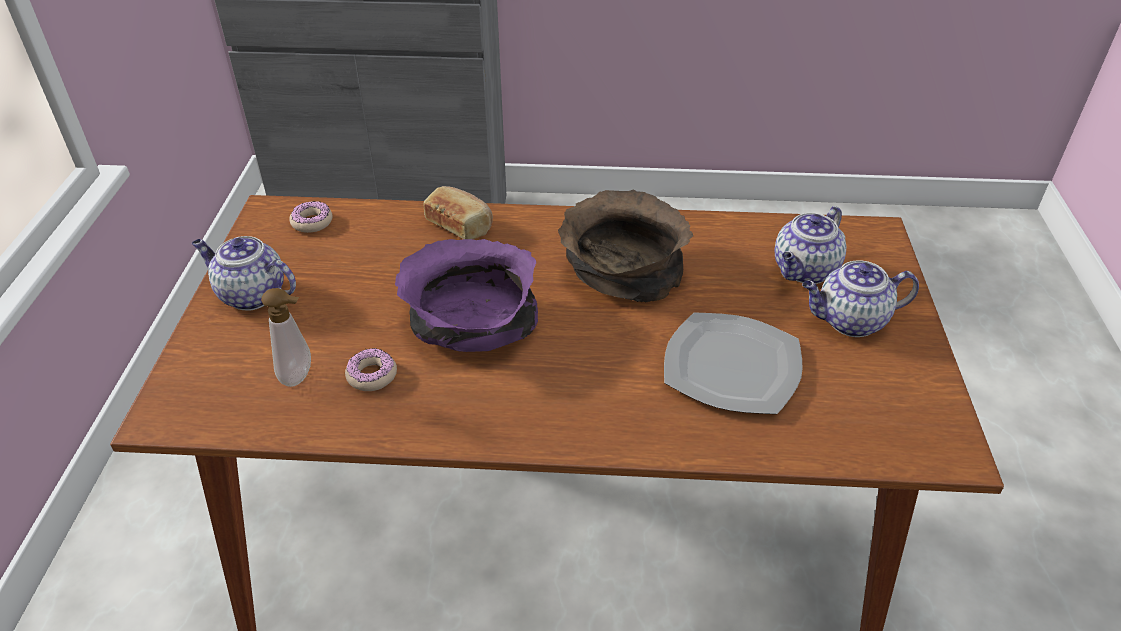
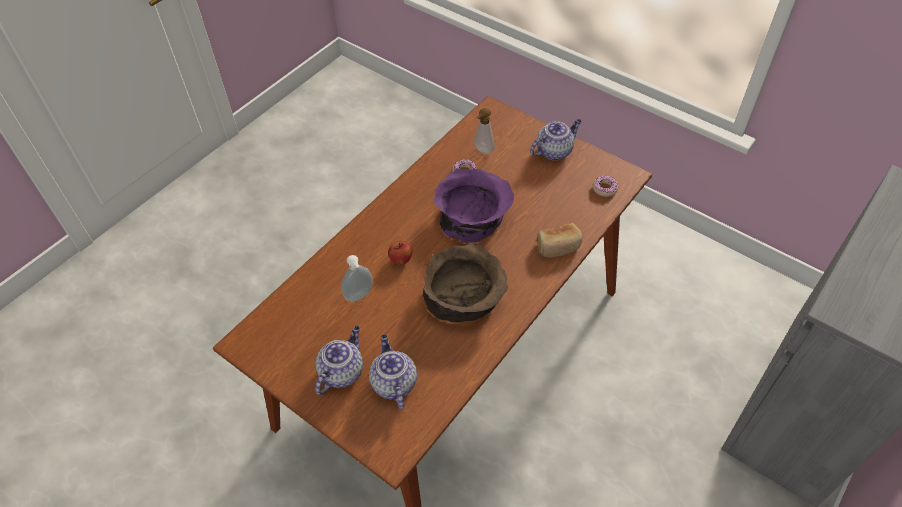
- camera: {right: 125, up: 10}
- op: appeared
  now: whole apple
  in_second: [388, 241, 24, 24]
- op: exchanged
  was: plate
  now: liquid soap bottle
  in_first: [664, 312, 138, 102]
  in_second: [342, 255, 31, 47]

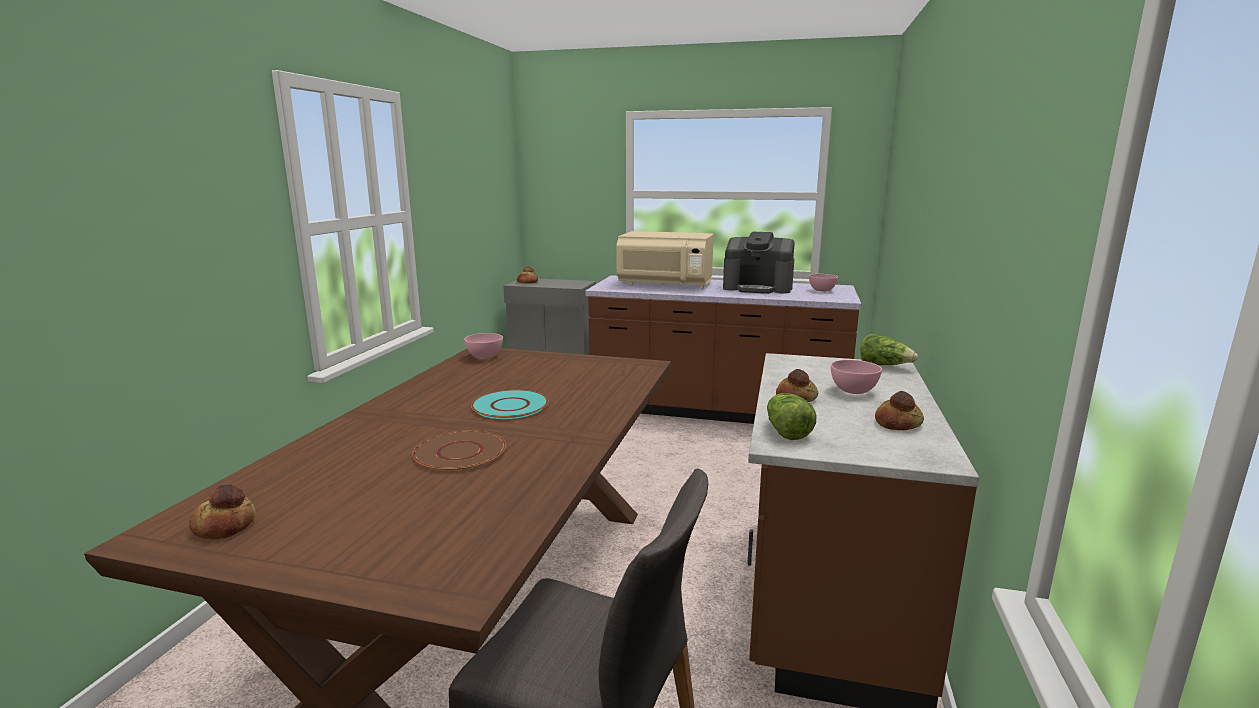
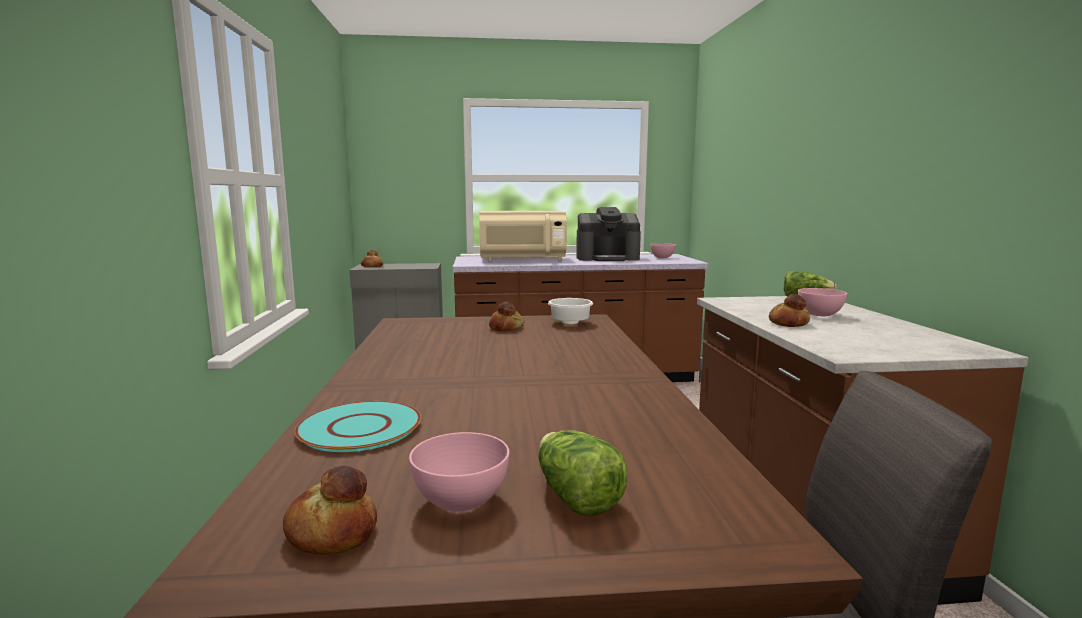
- camera: {right: -20, up: -5}
- op: missing
  was: brown-coloured plate
  in_first: [412, 431, 94, 40]
- op: appeared
  now: whitish deep dish
  in_second: [548, 298, 45, 26]
- op: relocated
  was: pinkish deep dish
  in_first: [464, 333, 39, 26]
  in_second: [409, 432, 100, 79]
- op: relocated
  was: turquoise plate
  in_first: [471, 390, 78, 29]
  in_second: [294, 401, 127, 51]
- op: relocated
  was: head of lettuce
  in_first: [767, 393, 49, 47]
  in_second: [538, 431, 89, 85]
- op: relocated
  was: bread
  in_first: [875, 391, 49, 39]
  in_second: [489, 301, 35, 30]

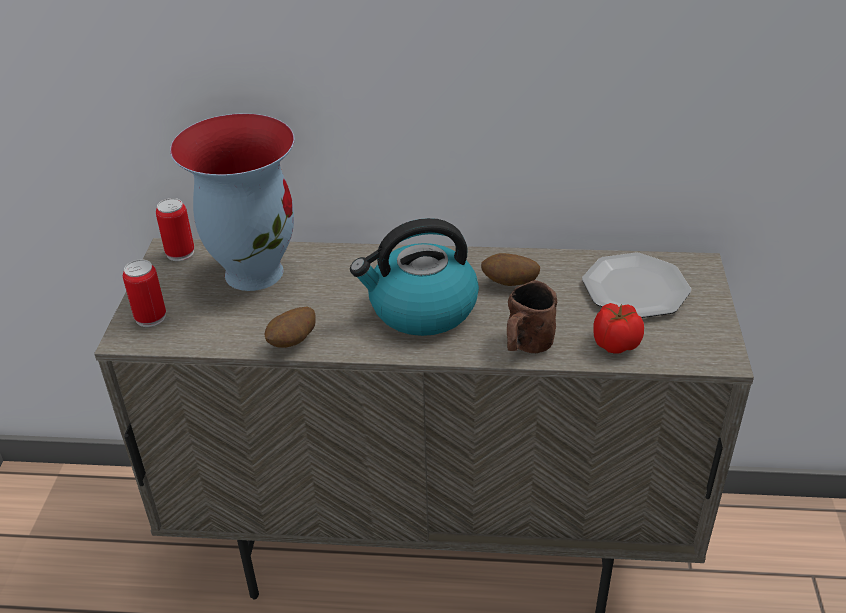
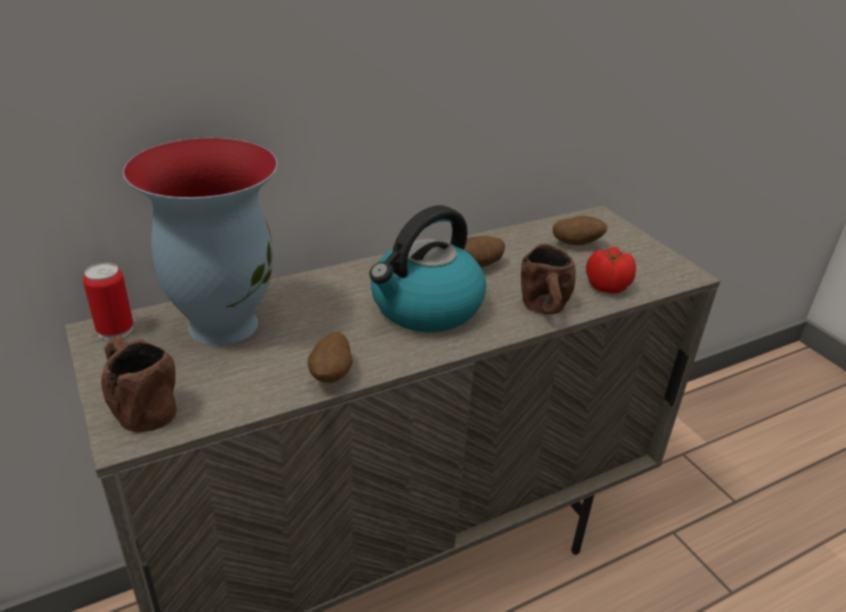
- camera: {right: -35, up: -5}
- op: exchanged
  was: can
  now: brown-coloured coffee mug
  in_first: [123, 260, 43, 67]
  in_second: [101, 335, 76, 97]
- op: exchanged
  was: plate
  now: potato
  in_first: [582, 253, 109, 65]
  in_second: [553, 216, 55, 29]

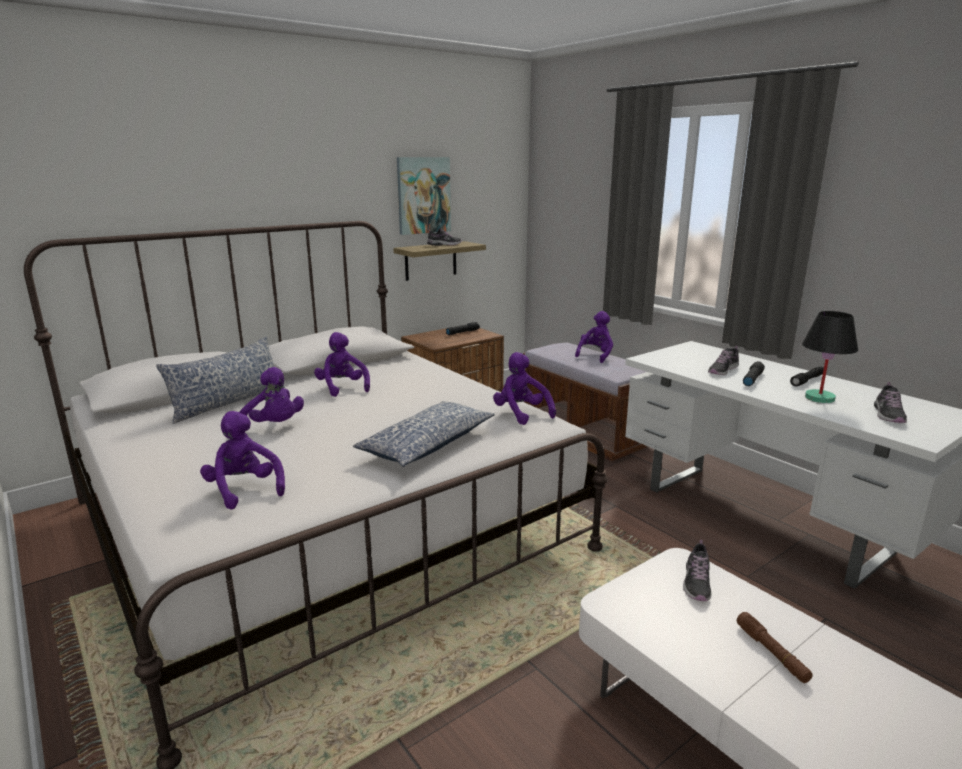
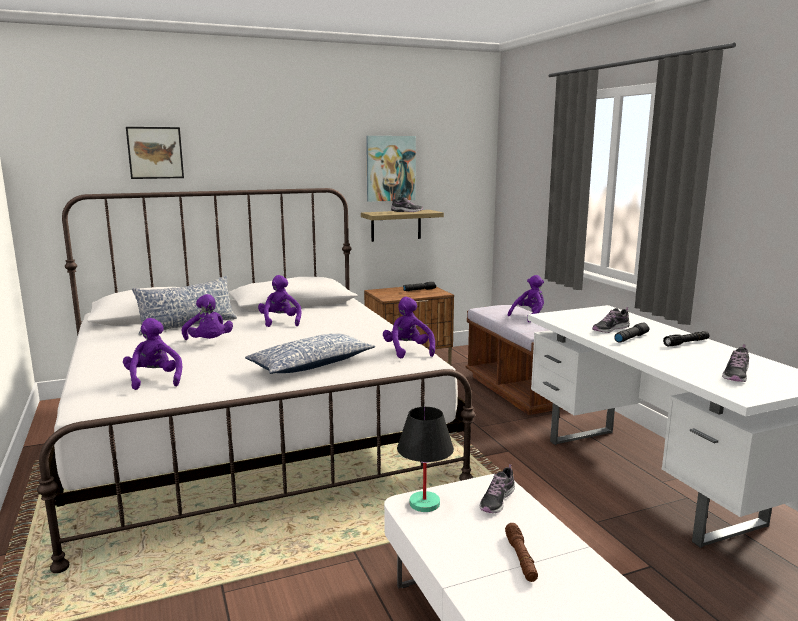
- camera: {right: 15, up: -5}
- op: appeared
  now: wall picture
  in_second: [126, 127, 58, 52]
- op: relocated
  was: blackish table lamp
  in_first: [802, 311, 56, 92]
  in_second: [397, 407, 57, 105]

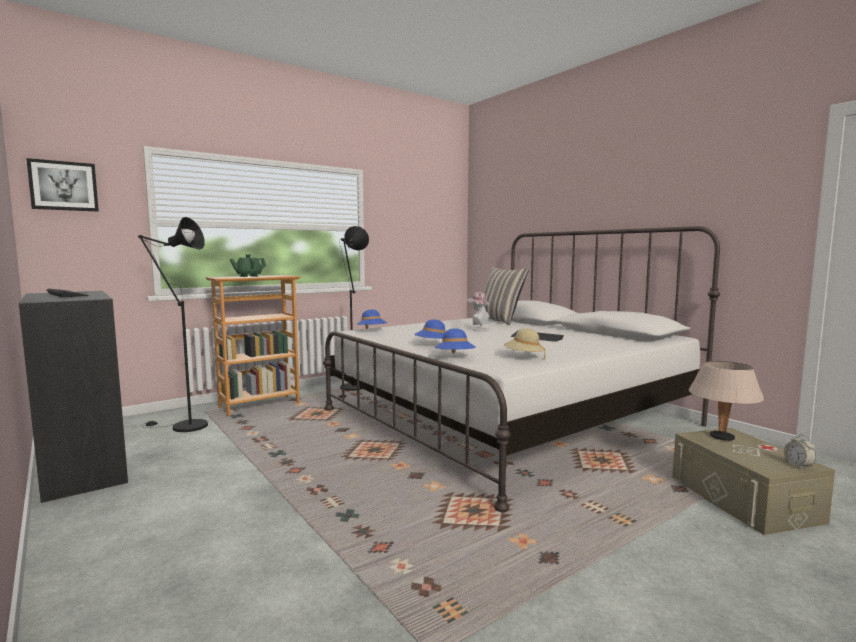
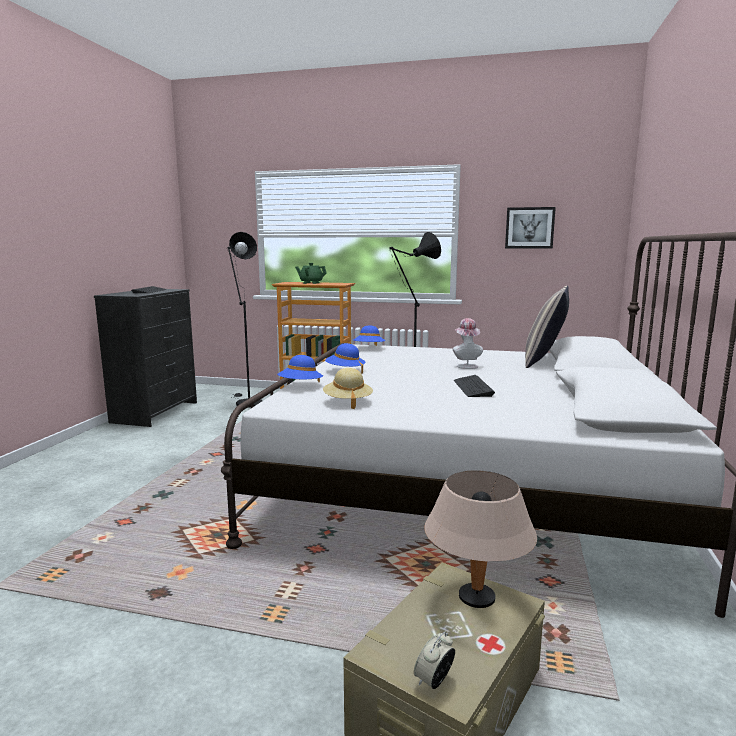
- camera: {right: 50, up: 5}
- op: relocated
  was: wall picture
  in_first: [26, 158, 73, 54]
  in_second: [505, 207, 51, 42]

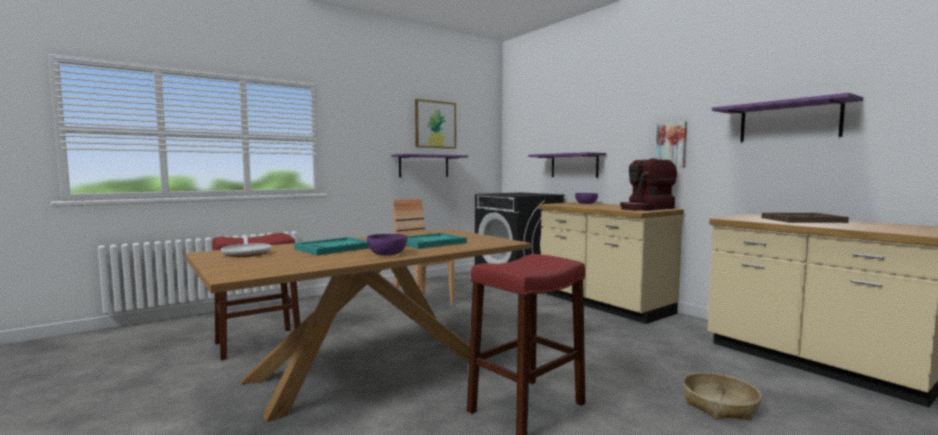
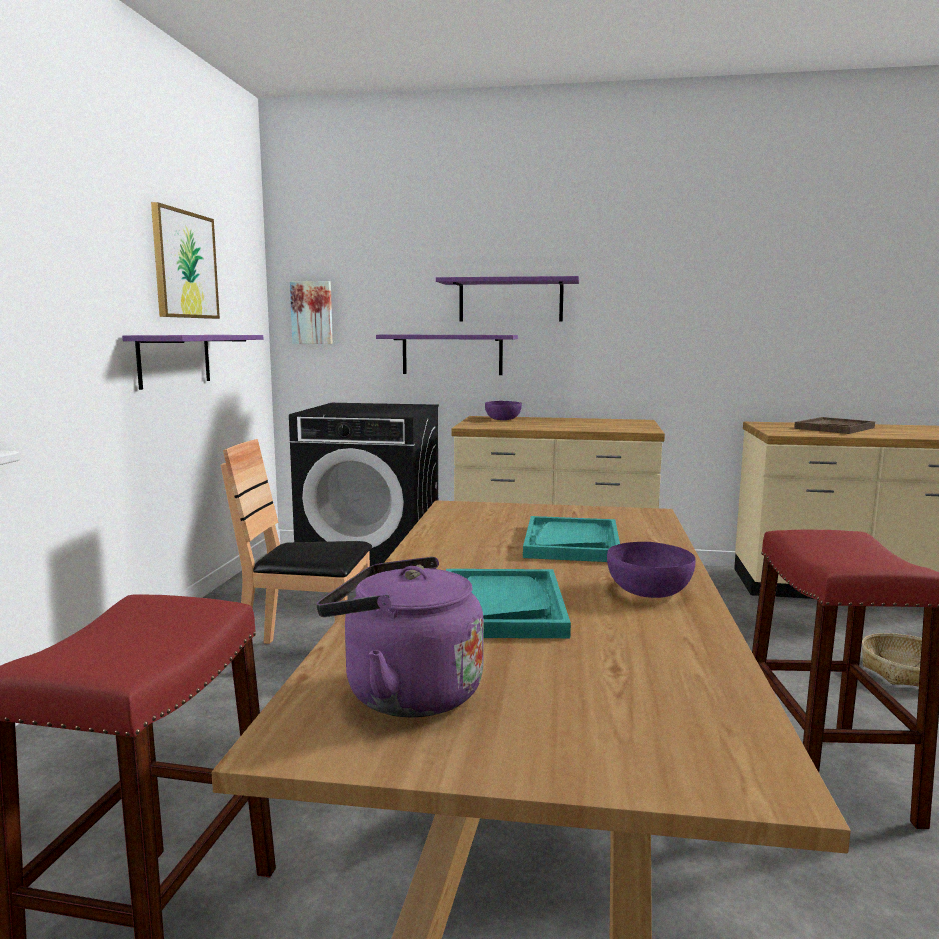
- camera: {right: -45, up: 5}
- op: missing
  was: coffee brewer
  in_first: [620, 158, 57, 53]
- op: relocated
  was: wall picture
  in_first: [655, 121, 32, 47]
  in_second: [290, 281, 43, 63]
- op: relocated
  was: purple-coloured bracket shelf
  in_first: [712, 93, 151, 49]
  in_second: [436, 276, 143, 46]
- op: exchanged
  was: skillet
  now: purple-coloured kettle
  in_first: [221, 236, 51, 21]
  in_second: [316, 557, 168, 160]

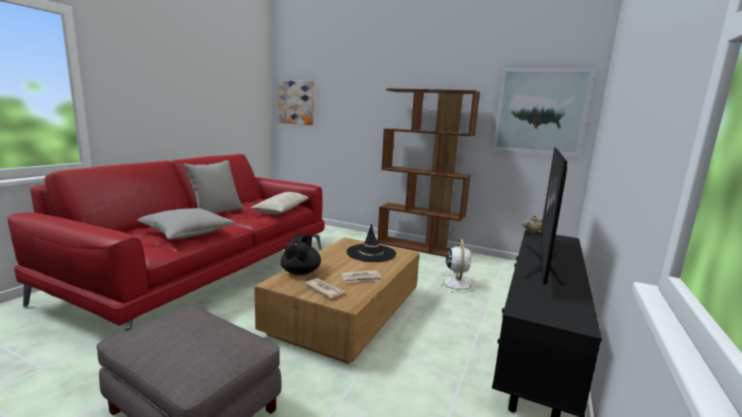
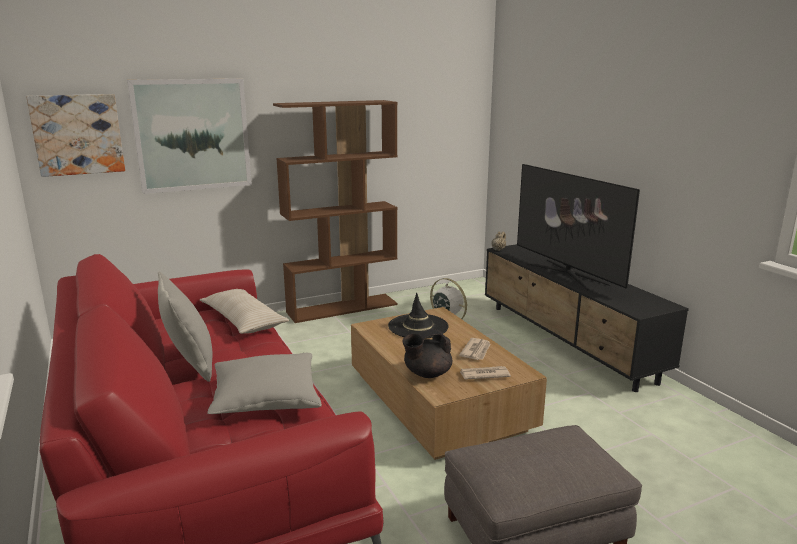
- camera: {right: -50, up: 5}
- op: relocated
  was: wall picture
  in_first: [493, 68, 102, 89]
  in_second: [127, 79, 125, 115]
- op: spun
  was: blackish pot for tea
  in_first: [281, 234, 40, 41]
  in_second: [402, 329, 50, 49]
  clockwise: -75

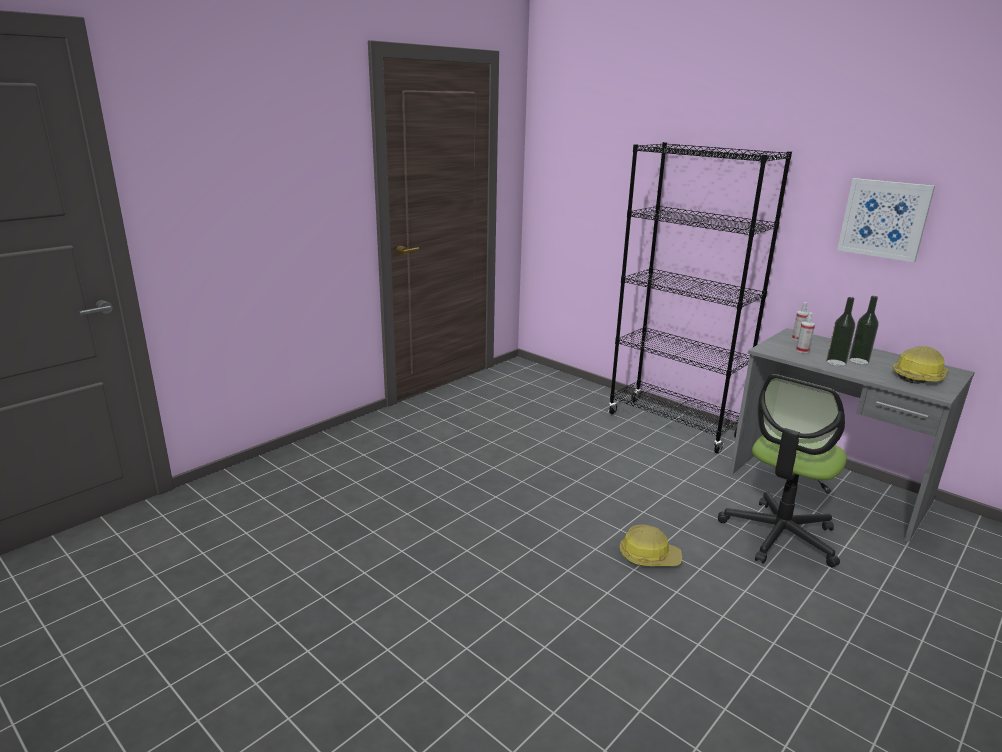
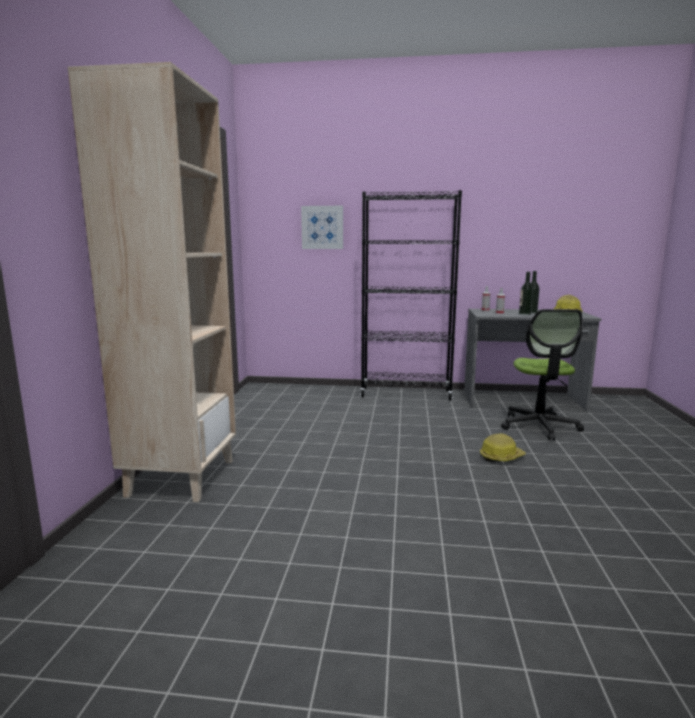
- camera: {right: -35, up: -10}
- op: appeared
  now: beige-coloured bookcase
  in_second: [68, 62, 168, 440]
- op: relocated
  was: wall picture
  in_first: [837, 178, 98, 84]
  in_second: [301, 206, 42, 43]

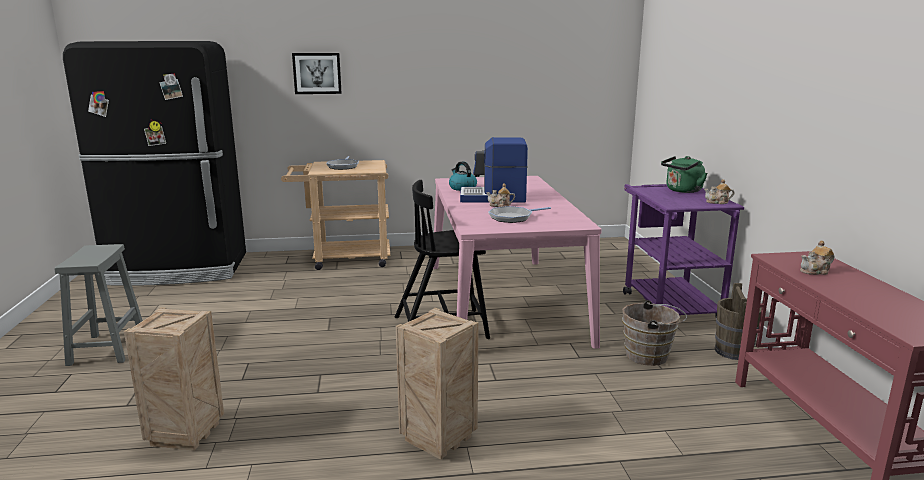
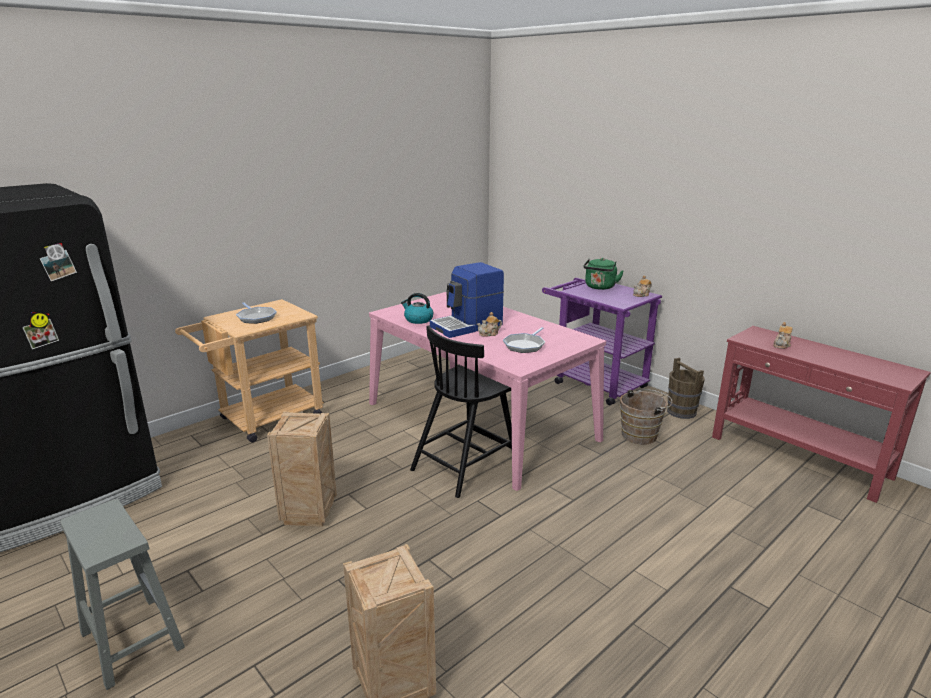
- camera: {right: -35, up: 5}
- op: missing
  was: wall picture
  in_first: [292, 53, 50, 41]
- op: relocated
  was: packing crate
  in_first: [396, 308, 83, 152]
  in_second: [267, 411, 70, 116]

